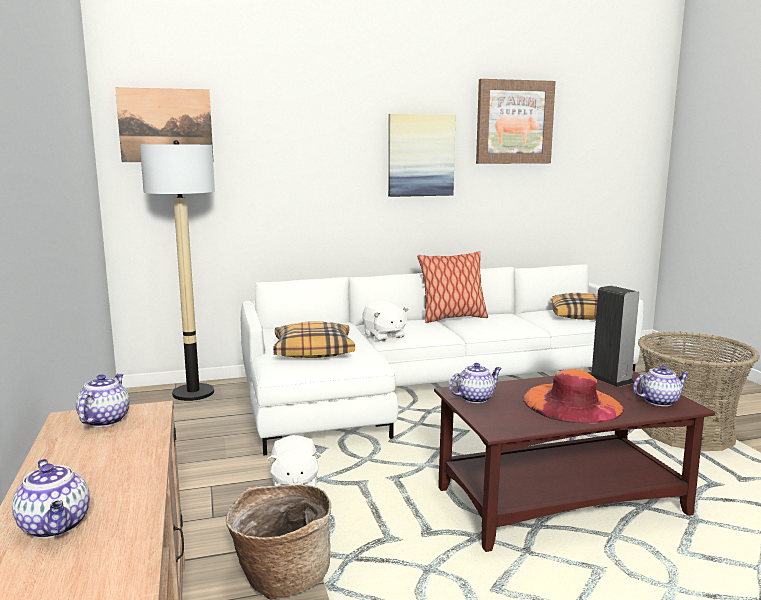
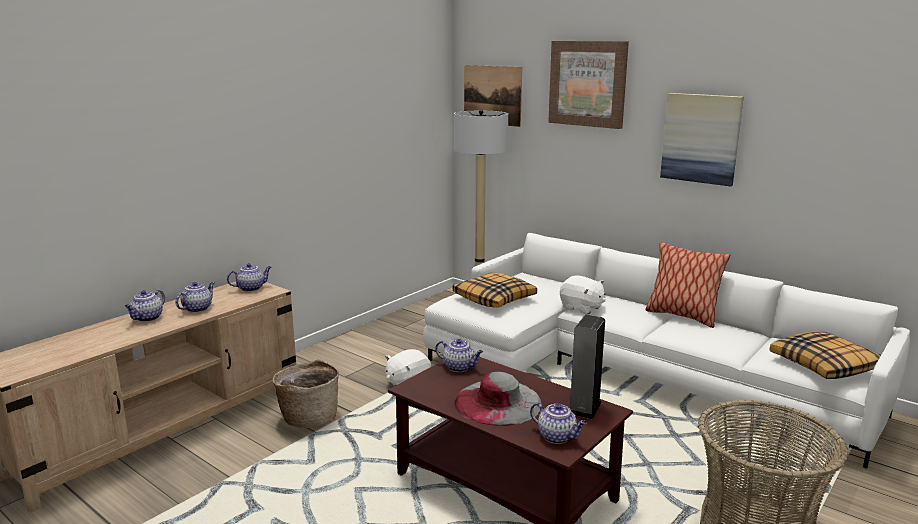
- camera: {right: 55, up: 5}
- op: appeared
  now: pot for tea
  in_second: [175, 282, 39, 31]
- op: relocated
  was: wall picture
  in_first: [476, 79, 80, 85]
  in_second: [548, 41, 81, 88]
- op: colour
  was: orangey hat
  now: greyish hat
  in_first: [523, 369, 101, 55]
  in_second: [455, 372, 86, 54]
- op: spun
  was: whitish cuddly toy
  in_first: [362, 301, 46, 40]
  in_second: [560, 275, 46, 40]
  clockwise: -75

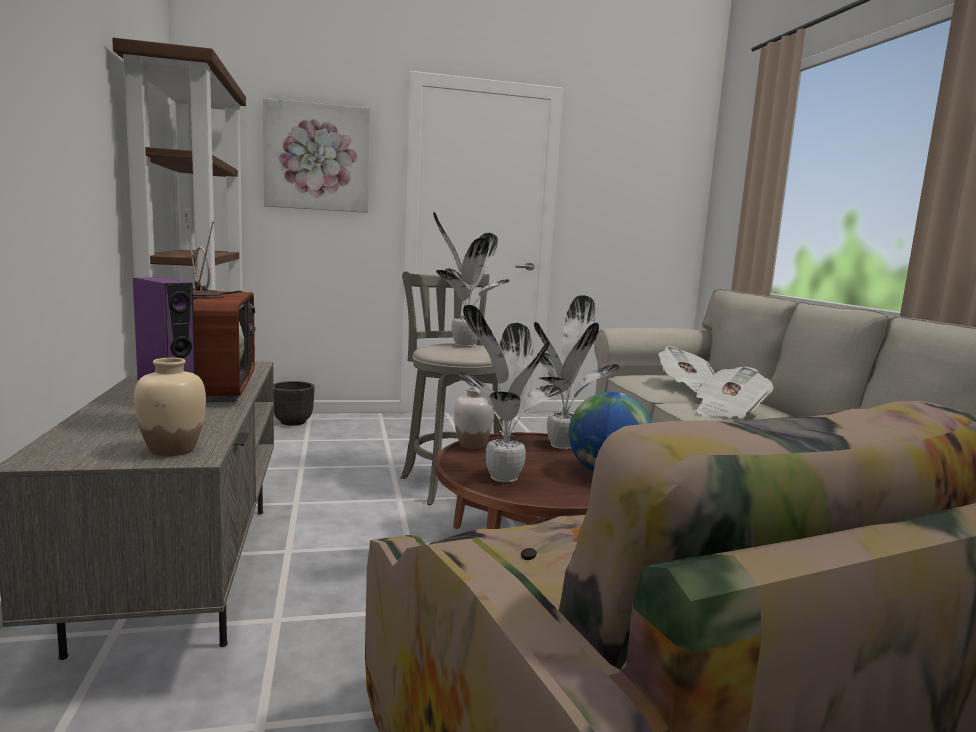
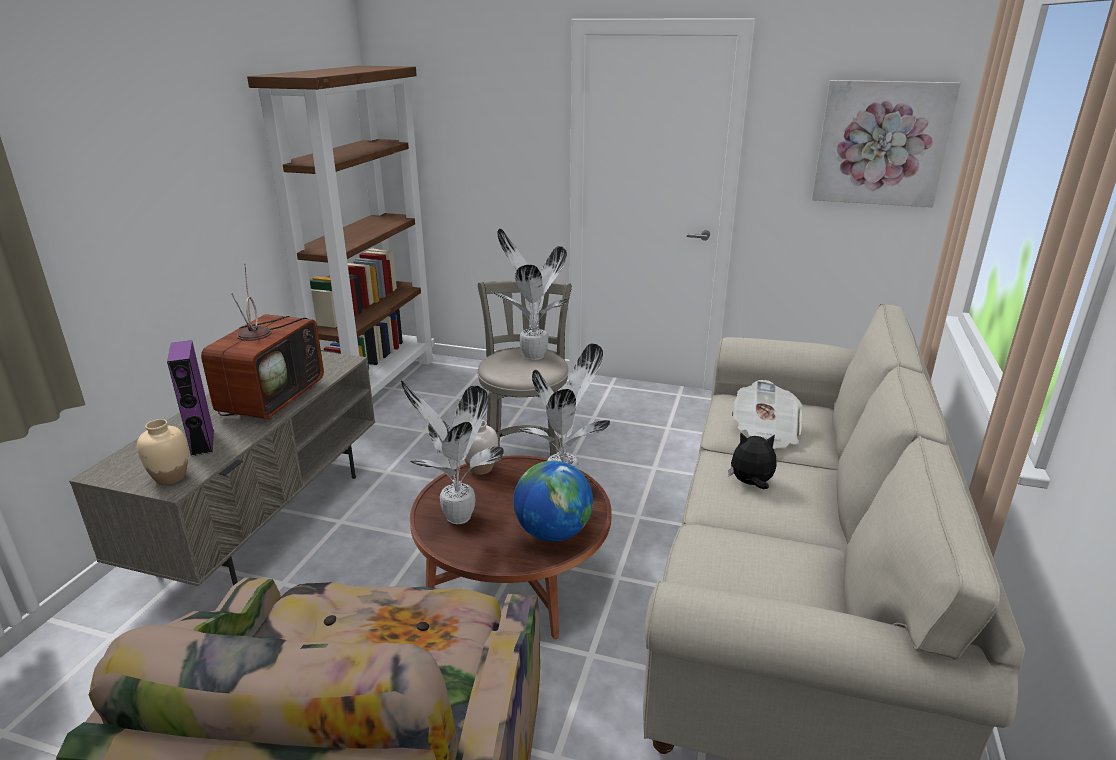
- camera: {right: 30, up: 15}
- op: missing
  was: blackish flower pot
  in_first: [274, 381, 40, 45]
- op: relocated
  was: wall picture
  in_first: [263, 98, 107, 115]
  in_second: [812, 80, 149, 127]
- op: exchanged
  was: newspaper
  now: cuddly toy
  in_first: [696, 367, 77, 51]
  in_second: [728, 432, 49, 57]

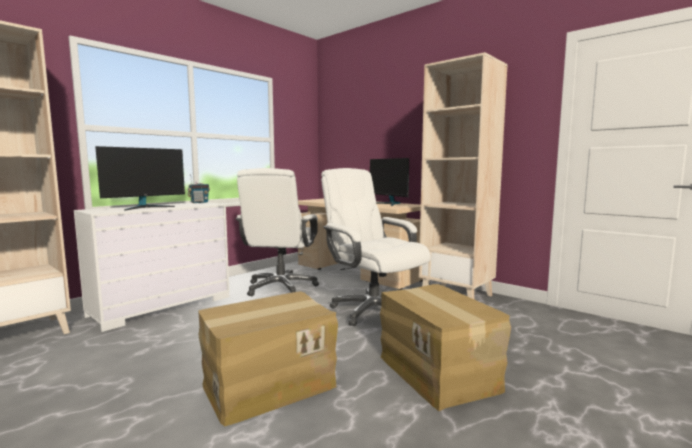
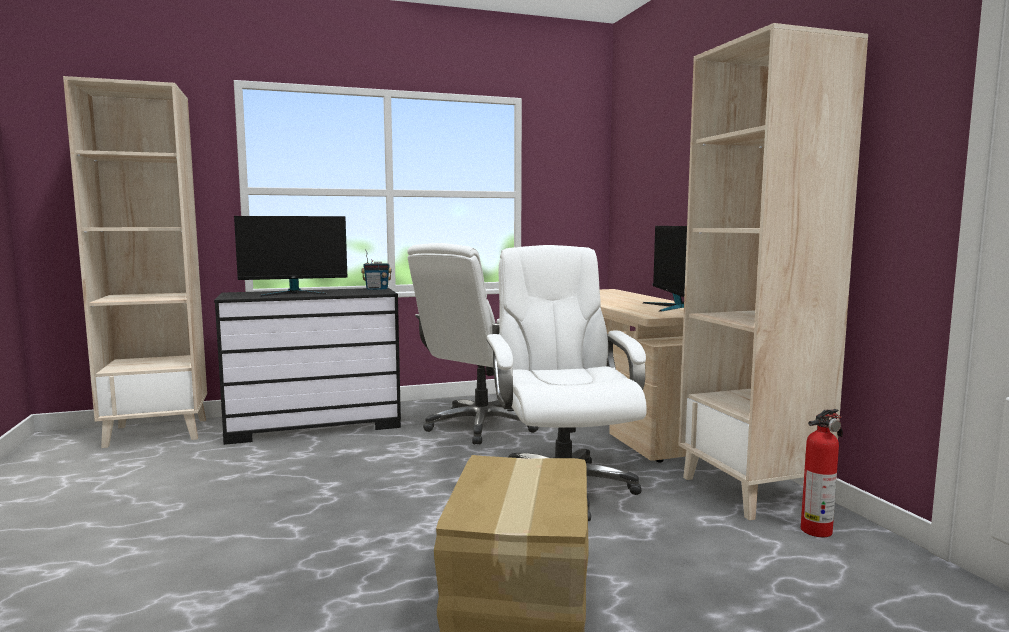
- camera: {right: 30, up: 0}
- op: missing
  was: carton
  in_first: [198, 291, 140, 136]
- op: appeared
  now: fire-fighting cylinder
  in_second: [801, 409, 42, 128]
- op: colour
  was: whitish drawer chest
  now: blackish drawer chest
  in_first: [74, 202, 156, 130]
  in_second: [214, 288, 187, 157]

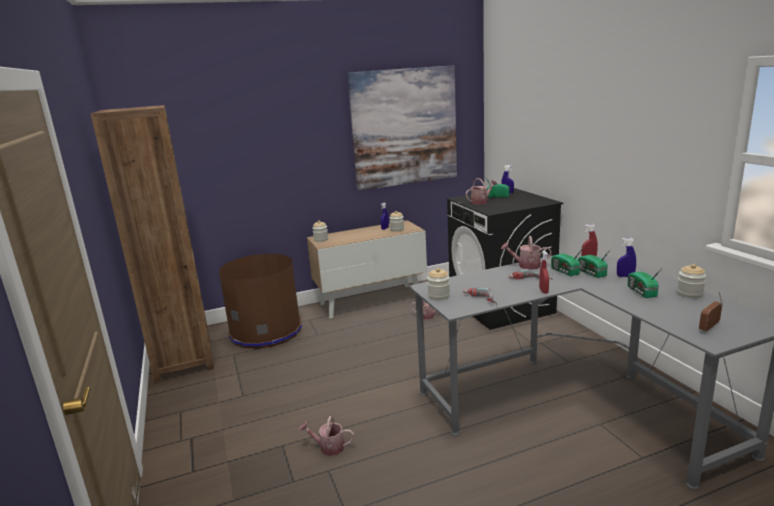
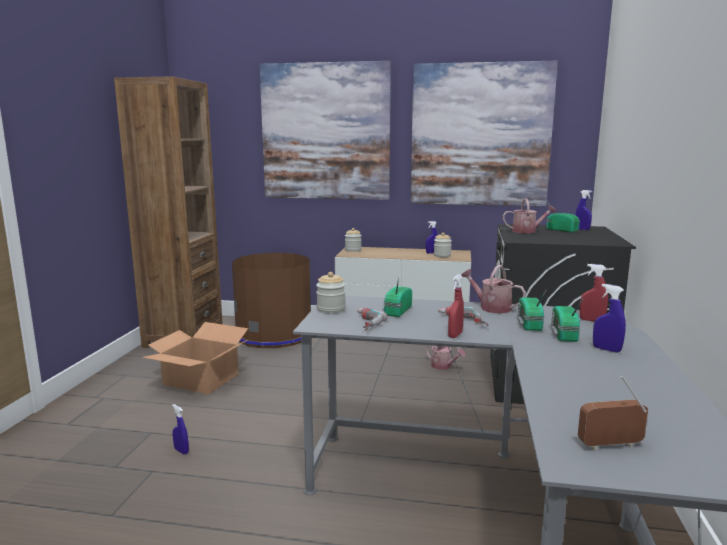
- camera: {right: 30, up: -5}
- op: missing
  was: jar
  in_first: [677, 264, 29, 34]
- op: appeared
  now: carton
  in_second: [142, 322, 106, 72]
- op: appeared
  now: wall picture
  in_second: [259, 61, 132, 139]
- op: relocated
  was: radio
  in_first: [628, 267, 35, 31]
  in_second: [383, 277, 29, 40]
- op: exchanged
  was: sprinkling can
  now: bluish hand sprayer
  in_first: [299, 416, 55, 40]
  in_second: [172, 404, 17, 51]

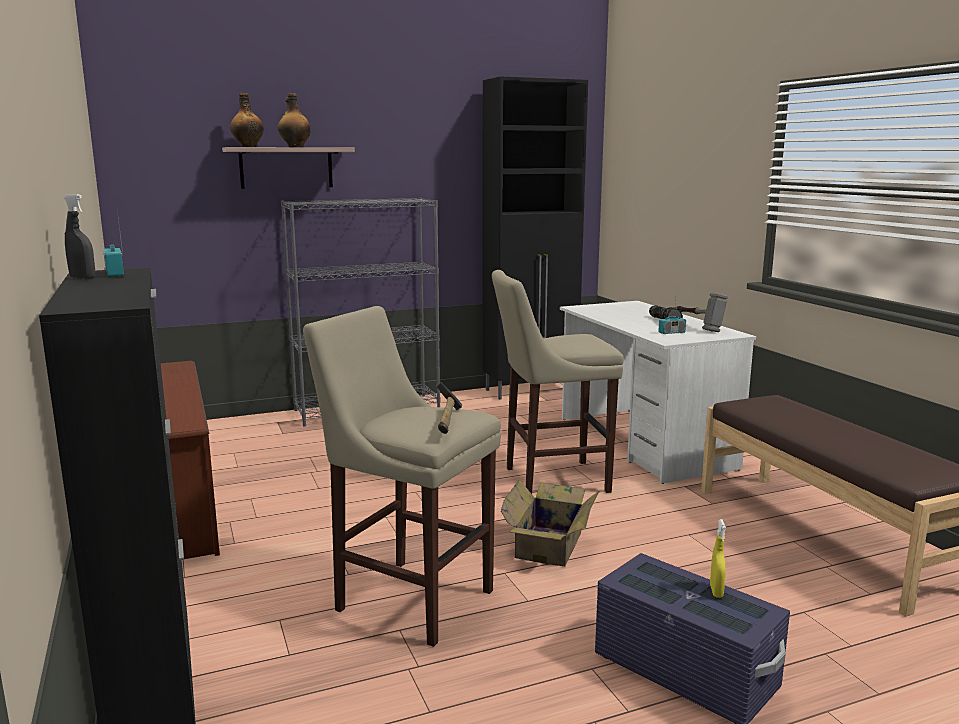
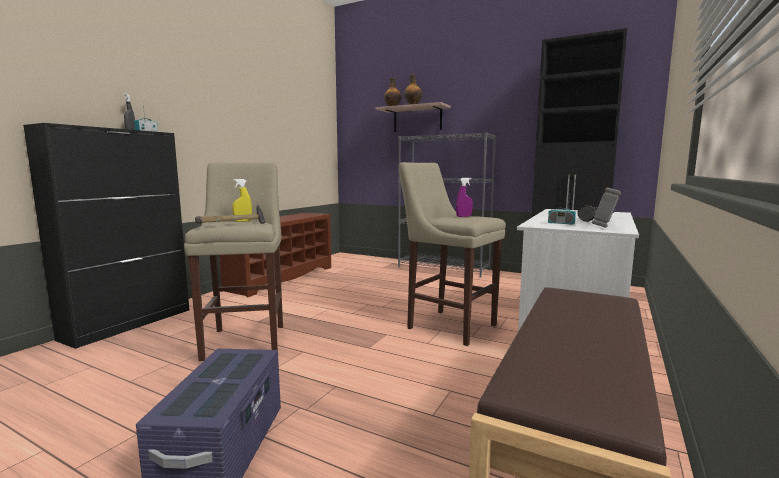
- camera: {right: 50, up: -5}
- op: missing
  was: carton
  in_first: [501, 480, 98, 86]
- op: appeared
  now: purple-coloured hand sprayer
  in_second: [456, 178, 17, 39]
- op: relocated
  was: yellow hand sprayer
  in_first: [710, 519, 16, 79]
  in_second: [232, 179, 20, 43]

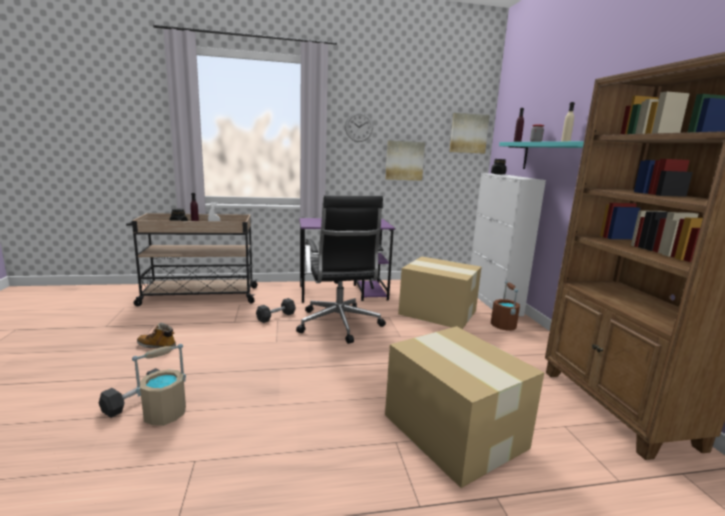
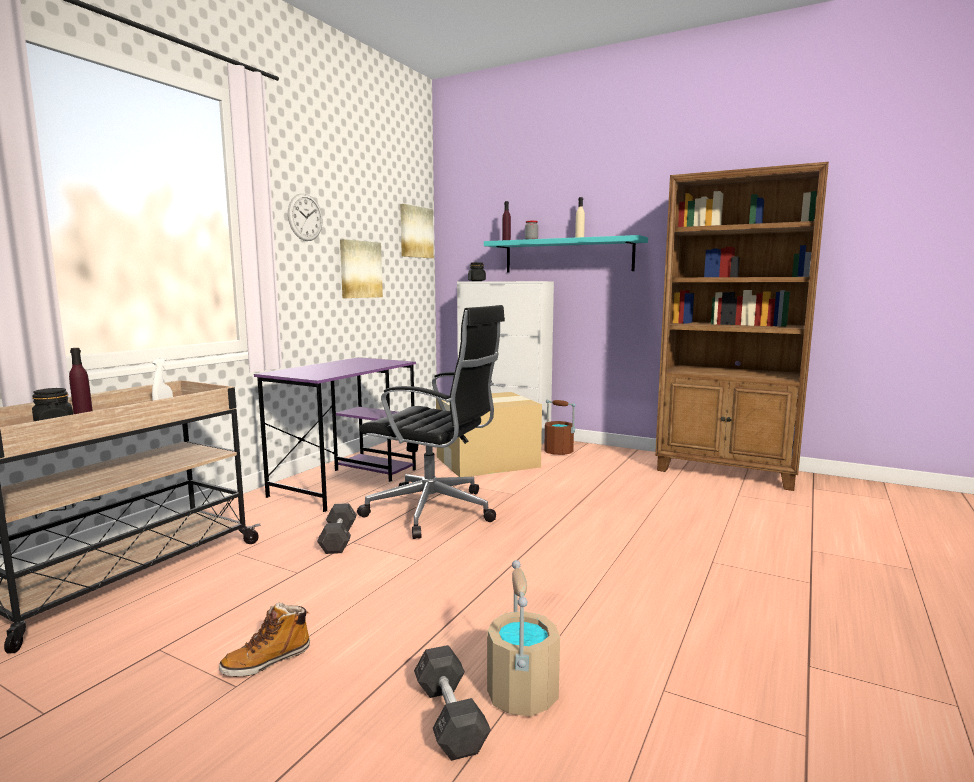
- camera: {right: -50, up: -5}
- op: missing
  was: carton
  in_first: [385, 326, 159, 162]

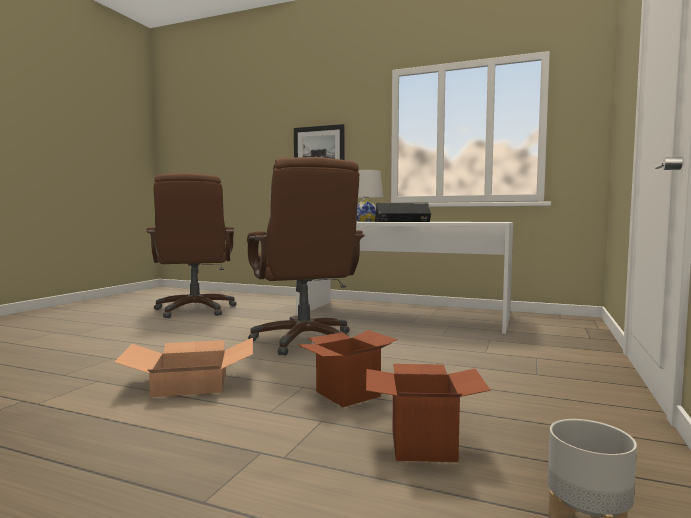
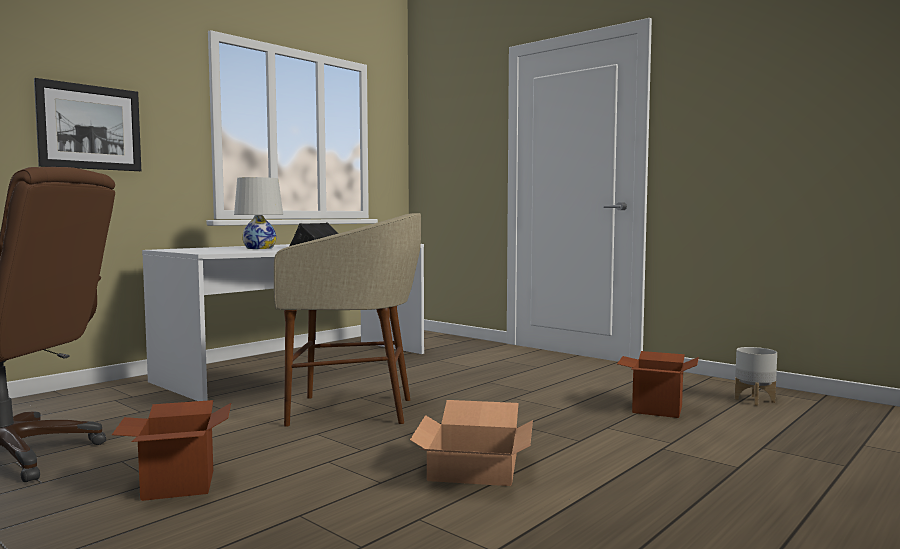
- camera: {right: -70, up: 0}
- op: relocated
  was: carton
  in_first: [297, 330, 101, 77]
  in_second: [112, 400, 119, 101]
- op: exchanged
  was: brown-coloured desk chair
  now: beige-coloured stool seat
  in_first: [247, 157, 118, 198]
  in_second: [274, 213, 147, 214]

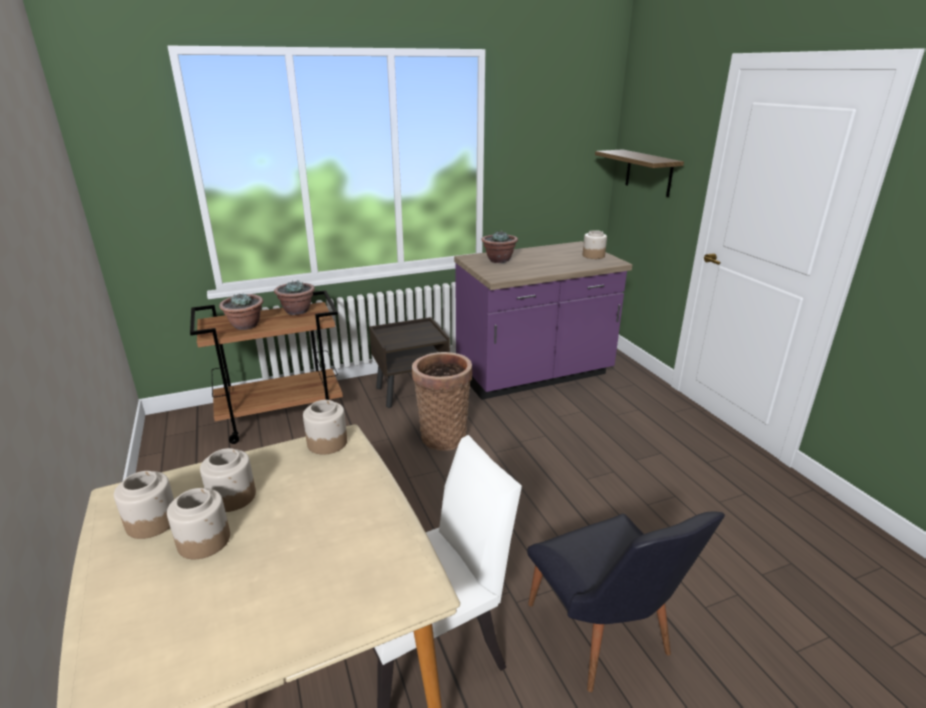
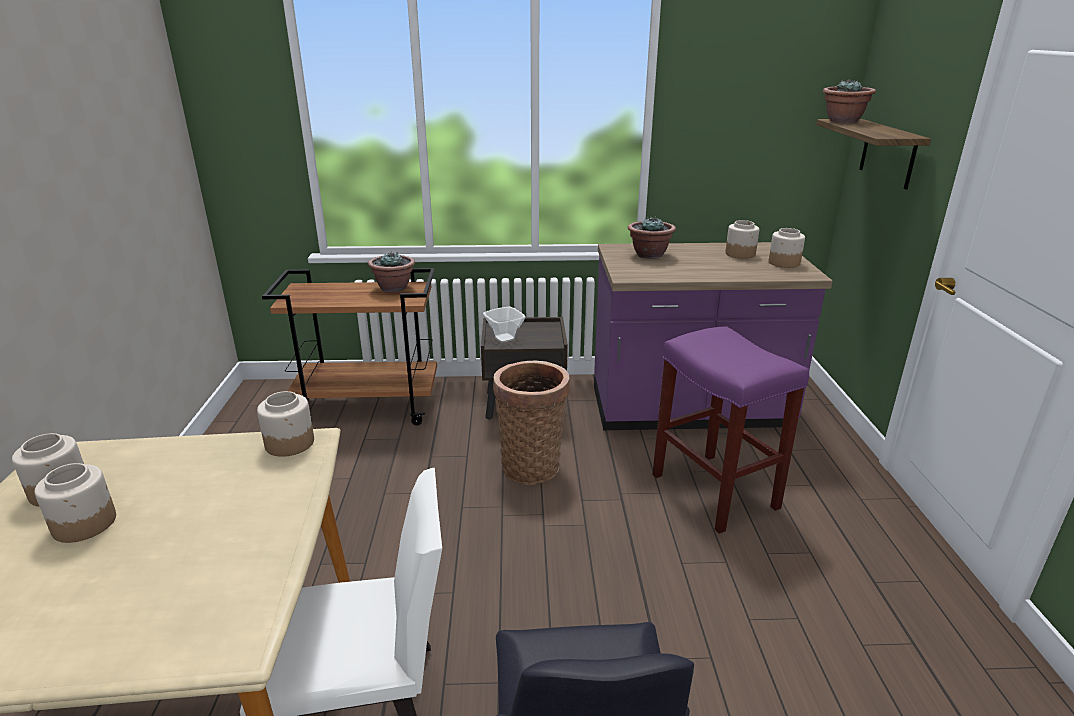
- camera: {right: 20, up: 0}
- op: appeared
  now: deep dish
  in_second: [483, 306, 43, 37]
- op: appeared
  now: purple-coloured stool seat
  in_second: [652, 326, 157, 208]
- op: relocated
  was: jar
  in_first: [200, 448, 56, 64]
  in_second: [725, 220, 34, 39]
- op: relocated
  was: plant in a pot
  in_first: [219, 294, 44, 36]
  in_second: [823, 79, 53, 44]

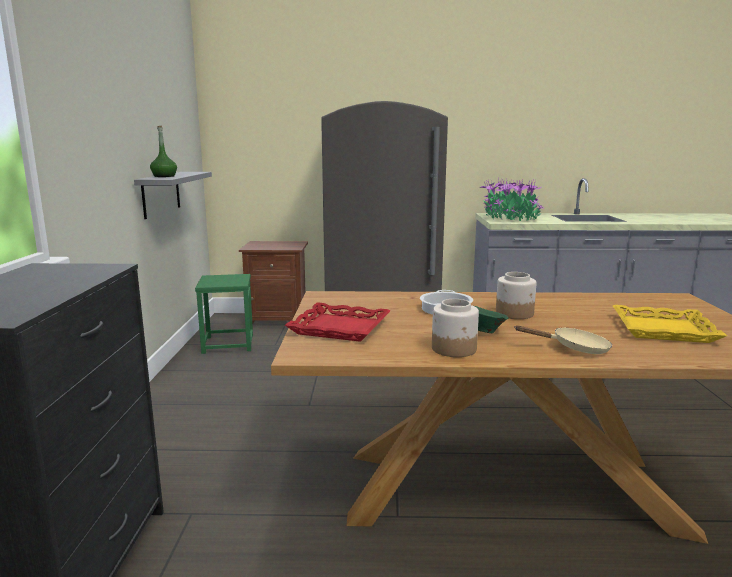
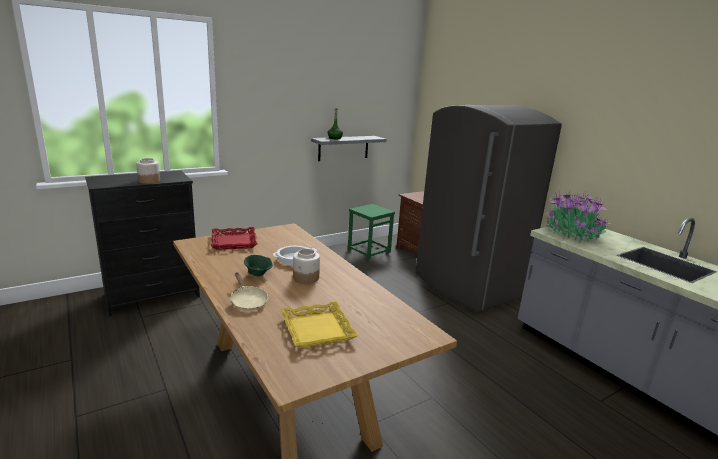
- camera: {right: 55, up: 5}
- op: relocated
  was: jar
  in_first: [432, 299, 47, 58]
  in_second: [136, 158, 24, 26]

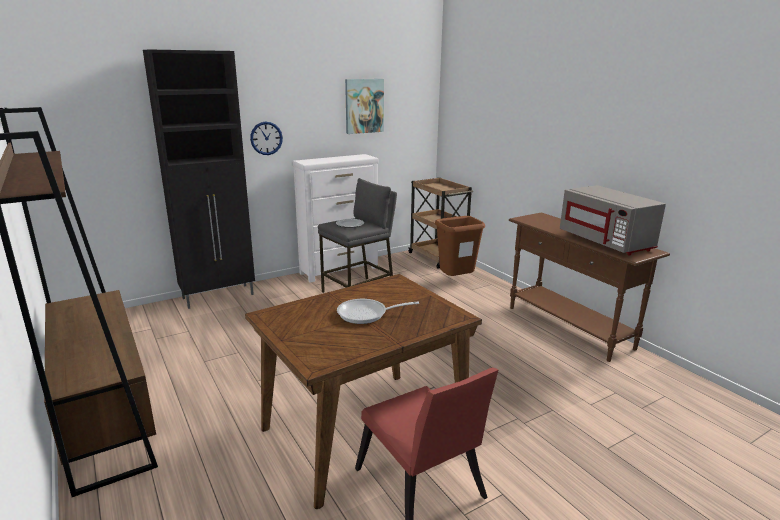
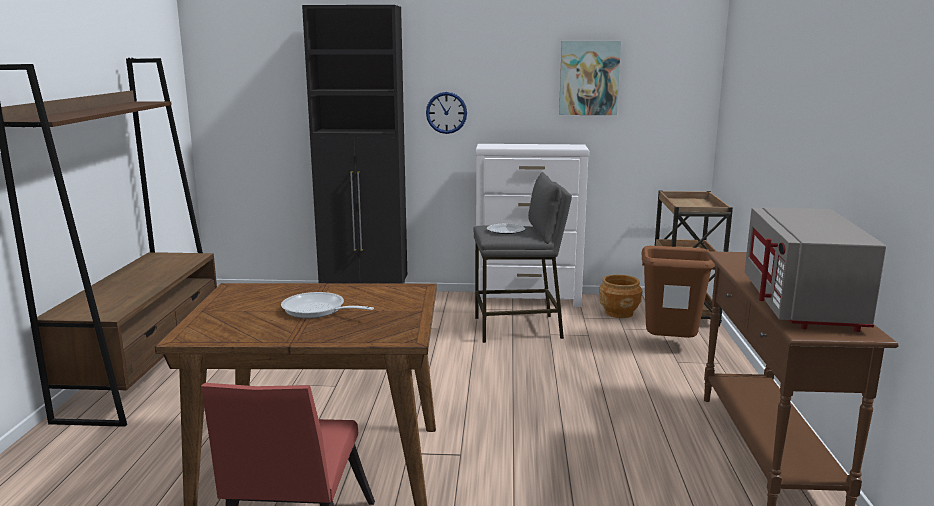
- camera: {right: 35, up: -5}
- op: appeared
  now: brown-coloured flower pot
  in_second: [599, 275, 44, 43]

